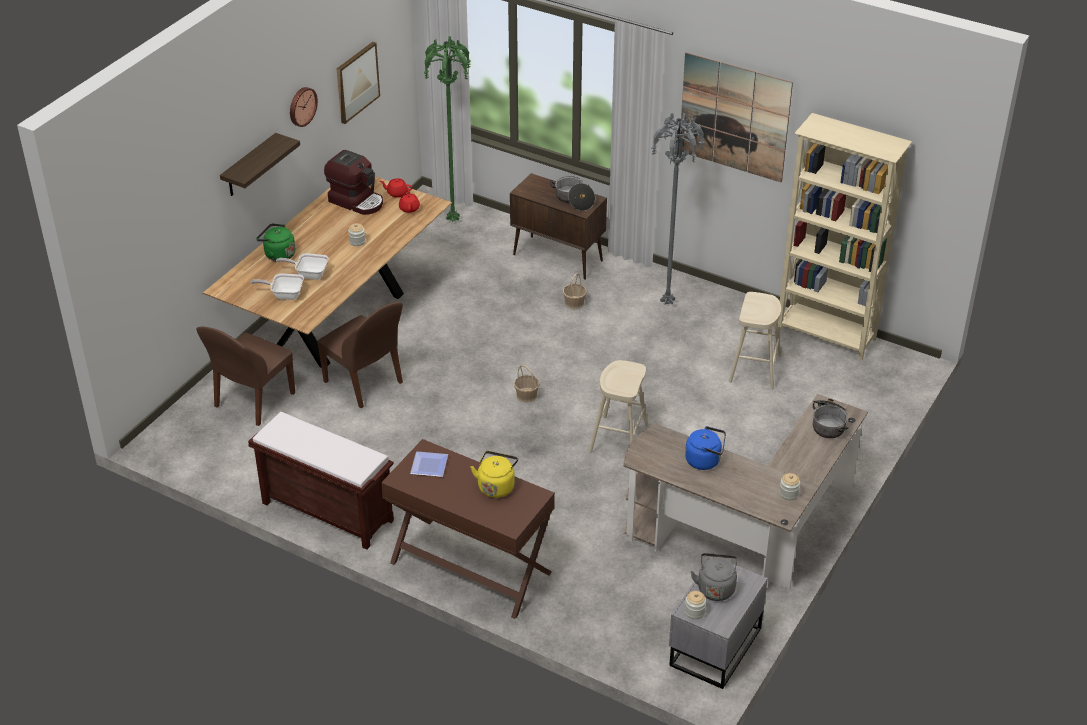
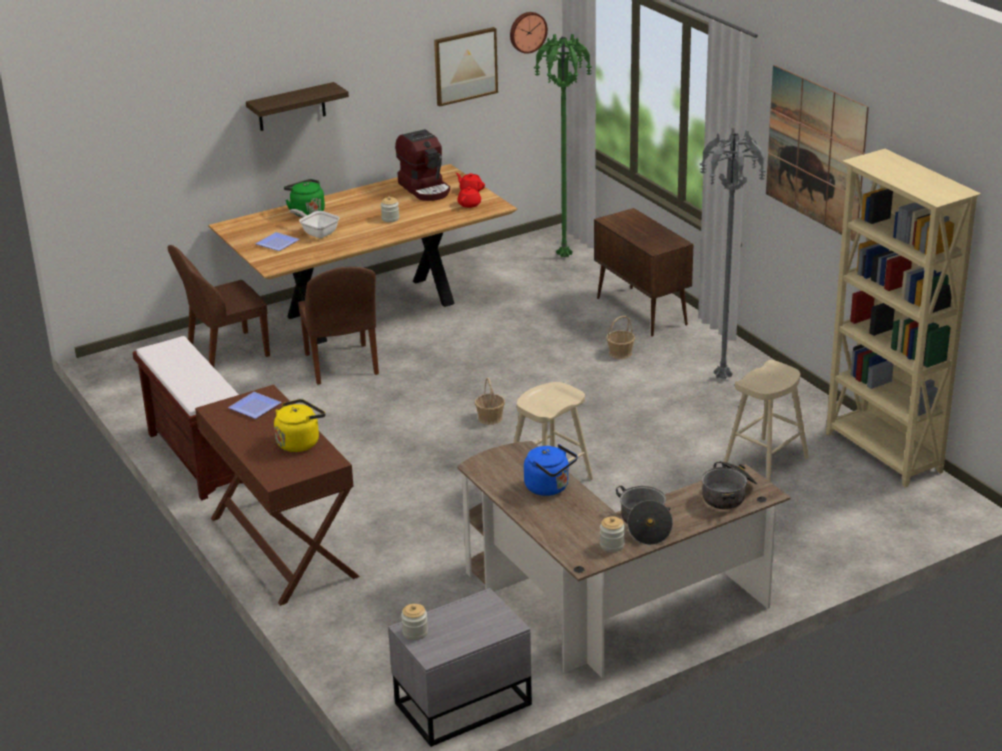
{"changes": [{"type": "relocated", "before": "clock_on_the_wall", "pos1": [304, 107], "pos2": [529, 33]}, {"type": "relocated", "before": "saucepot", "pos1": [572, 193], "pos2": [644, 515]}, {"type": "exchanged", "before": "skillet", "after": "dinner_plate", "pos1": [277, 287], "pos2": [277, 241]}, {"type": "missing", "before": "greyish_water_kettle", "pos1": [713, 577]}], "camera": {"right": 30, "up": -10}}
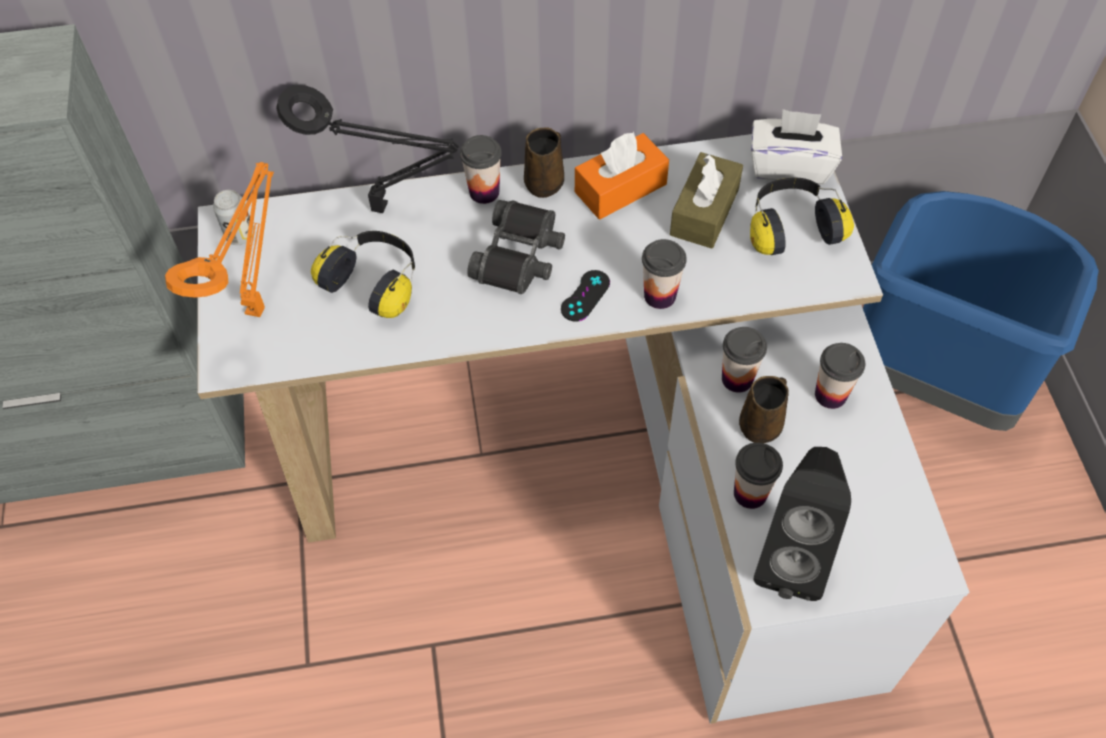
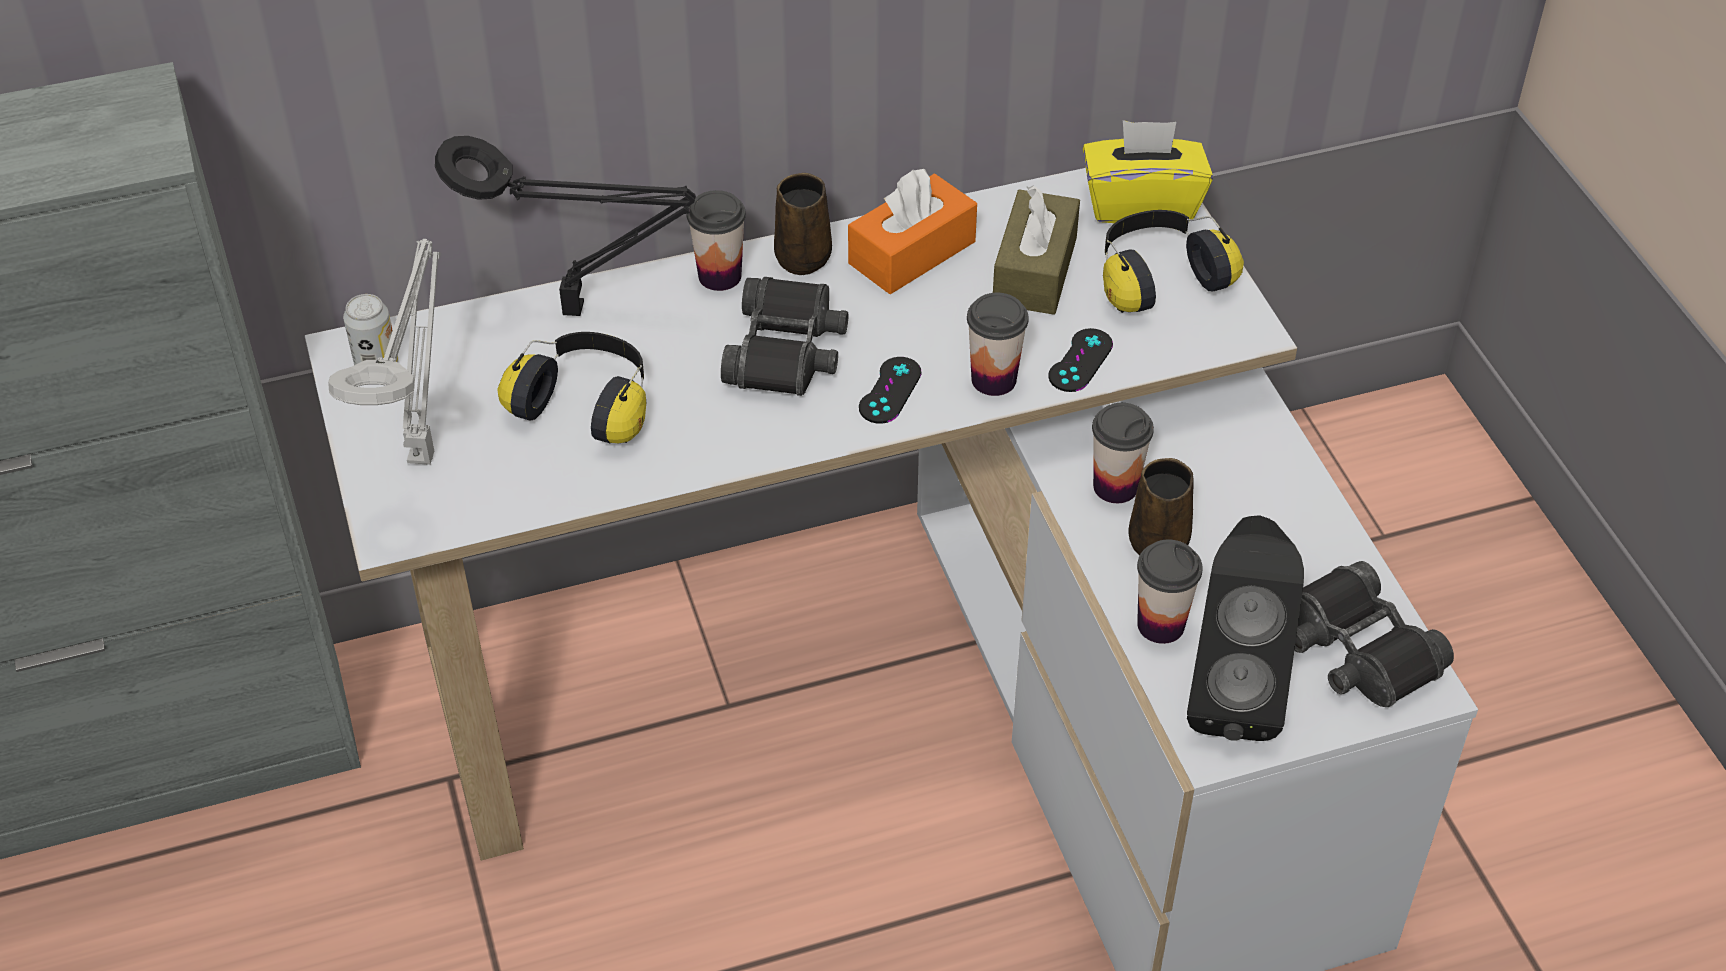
{"changes": [{"type": "colour", "before": "white_box_of_tissues", "after": "yellow_box_of_tissues", "pos1": [796, 146], "pos2": [1148, 171]}, {"type": "colour", "before": "orange-coloured_tabletop_lamp", "after": "greyish_tabletop_lamp", "pos1": [219, 239], "pos2": [384, 352]}, {"type": "missing", "before": "bluish_waste_bin", "pos1": [981, 311]}, {"type": "missing", "before": "cup", "pos1": [840, 376]}, {"type": "appeared", "after": "black-coloured_joypad", "pos2": [1081, 360]}, {"type": "appeared", "after": "black-coloured_field_glasses", "pos2": [1374, 634]}], "camera": {"right": -10, "up": -10}}
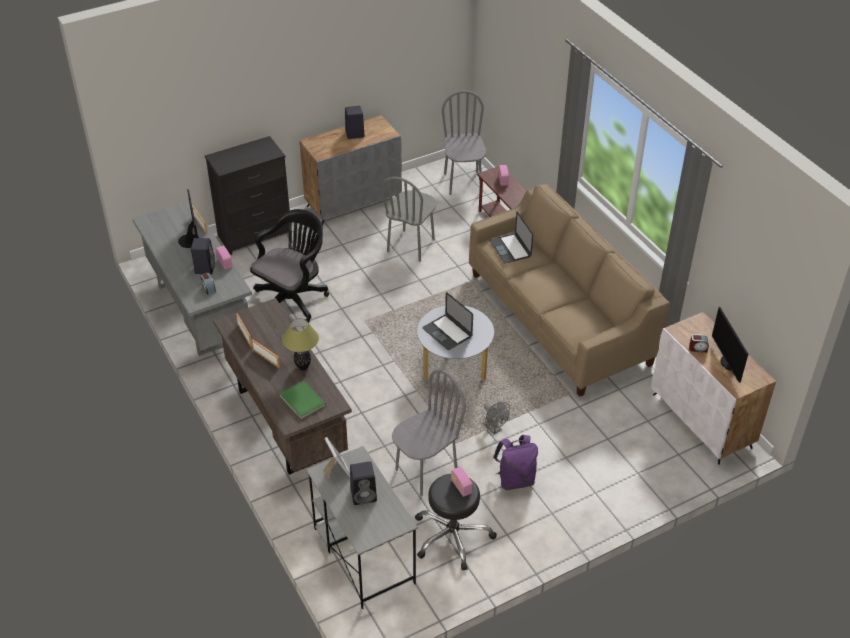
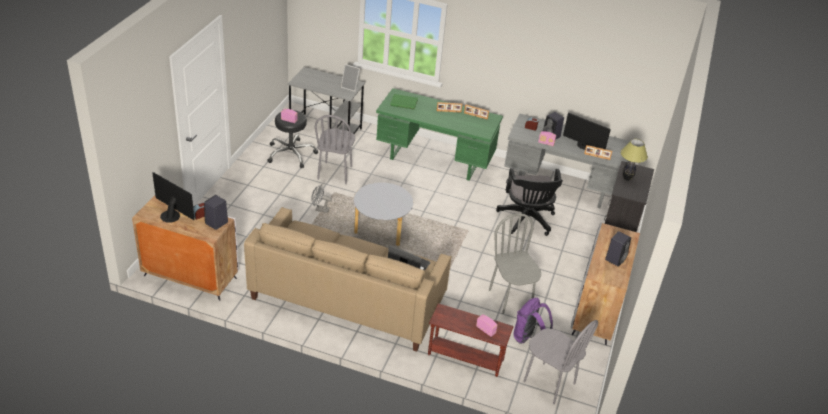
{"changes": [{"type": "missing", "before": "laptop", "pos1": [447, 321]}, {"type": "colour", "before": "brown-coloured_desk_table", "after": "green_desk_table", "pos1": [282, 386], "pos2": [439, 134]}, {"type": "relocated", "before": "tabletop_lamp", "pos1": [300, 344], "pos2": [634, 160]}, {"type": "relocated", "before": "purplish_rucksack", "pos1": [515, 462], "pos2": [533, 321]}, {"type": "relocated", "before": "black-coloured_speaker", "pos1": [363, 483], "pos2": [216, 212]}], "camera": {"right": 135, "up": -5}}
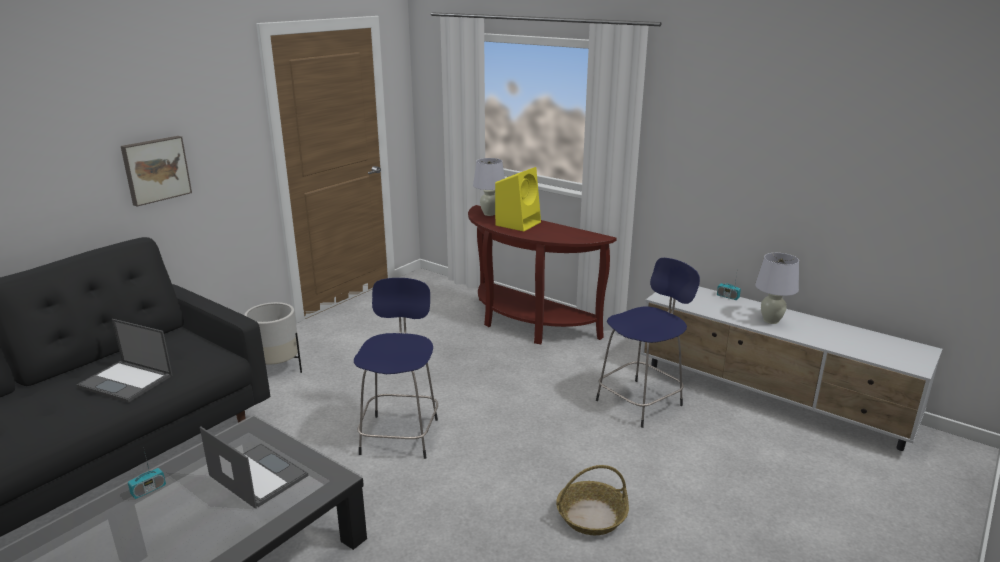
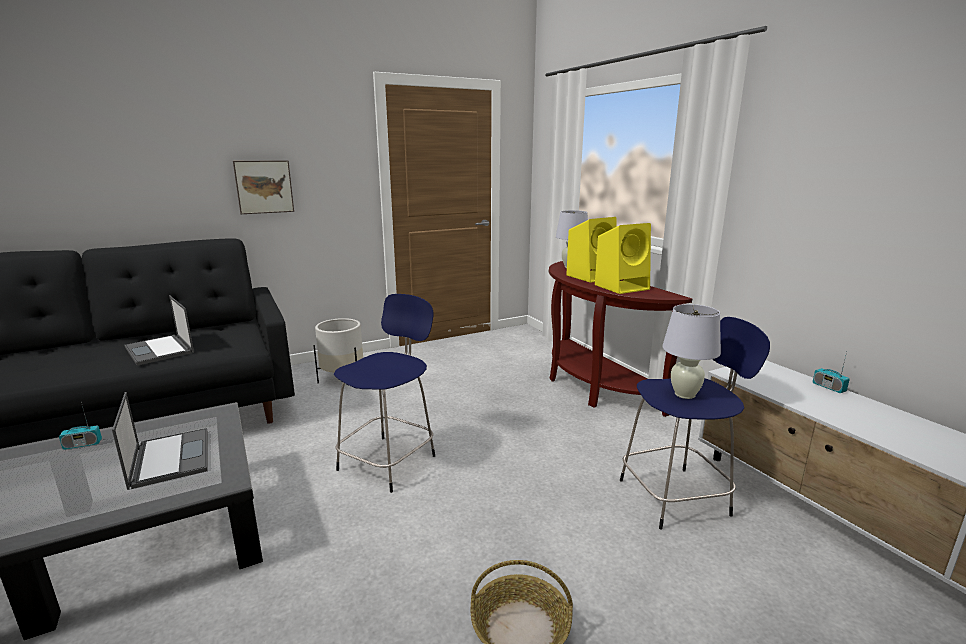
{"changes": [{"type": "relocated", "before": "white_tabletop_lamp", "pos1": [777, 288], "pos2": [691, 351]}, {"type": "appeared", "after": "yellow_speaker", "pos2": [623, 258]}], "camera": {"right": 25, "up": -5}}
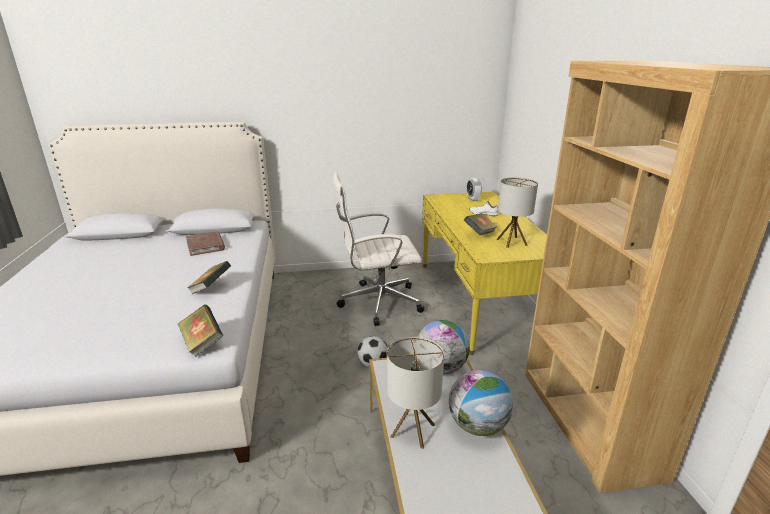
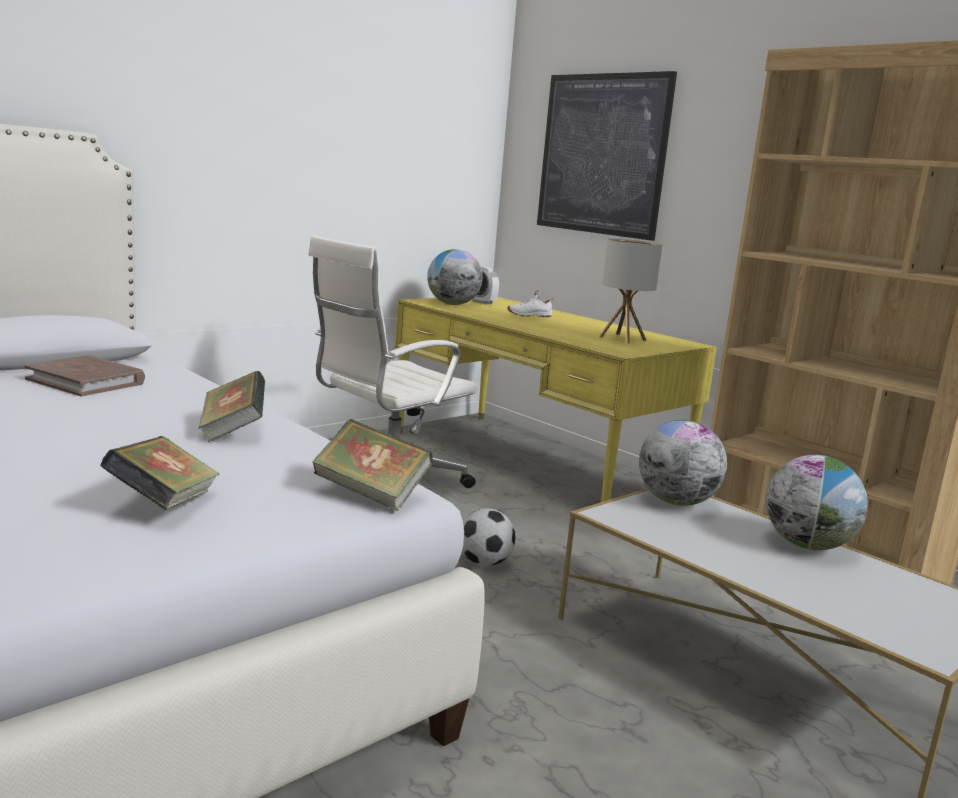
{"changes": [{"type": "relocated", "before": "bound_book", "pos1": [480, 224], "pos2": [159, 473]}, {"type": "missing", "before": "tabletop_lamp", "pos1": [415, 393]}, {"type": "appeared", "after": "picture", "pos2": [607, 156]}, {"type": "appeared", "after": "world_globe", "pos2": [455, 277]}], "camera": {"right": -35, "up": -10}}
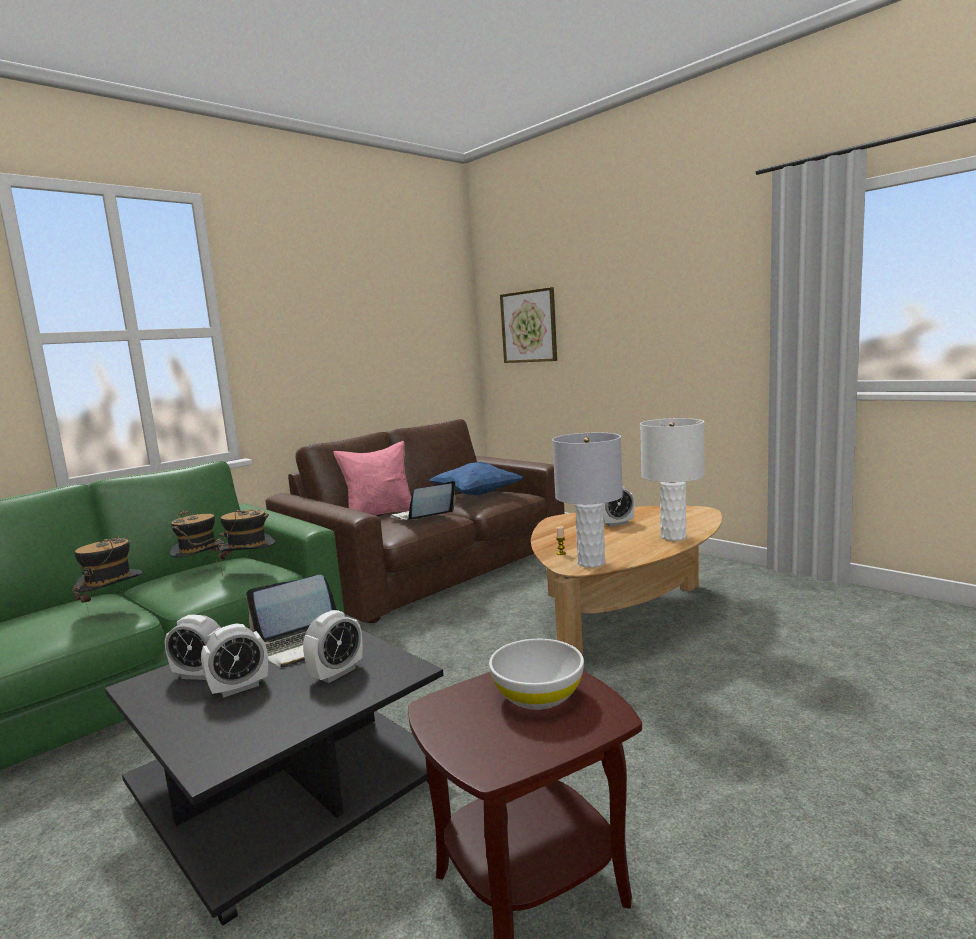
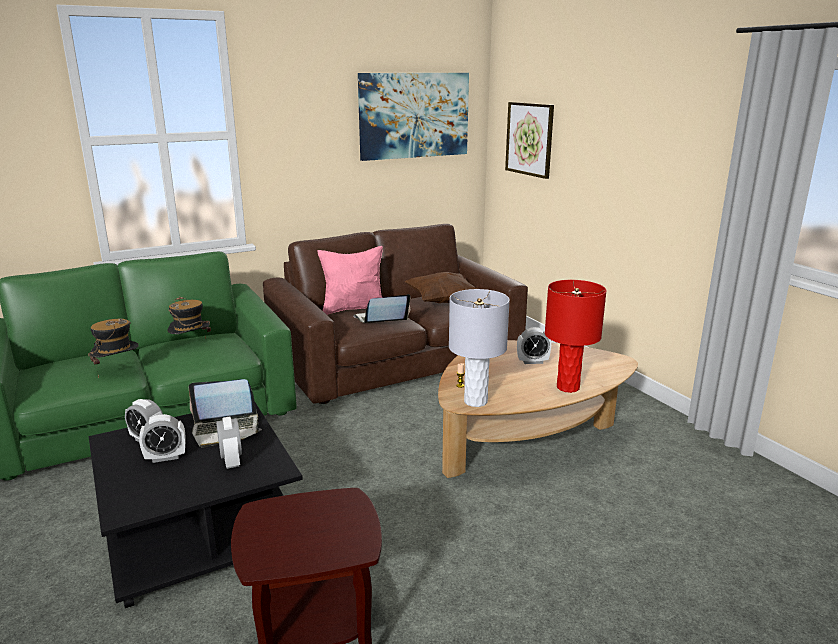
{"changes": [{"type": "colour", "before": "white_tabletop_lamp", "after": "red-coloured_tabletop_lamp", "pos1": [672, 479], "pos2": [576, 336]}, {"type": "colour", "before": "bluish_pillow", "after": "brown-coloured_pillow", "pos1": [476, 478], "pos2": [441, 287]}, {"type": "missing", "before": "wearable_hat", "pos1": [246, 543]}, {"type": "spun", "before": "table_clock", "pos1": [333, 646], "pos2": [229, 442], "turn": -75}, {"type": "missing", "before": "white_deep_dish", "pos1": [536, 674]}, {"type": "appeared", "after": "picture", "pos2": [413, 117]}], "camera": {"right": 15, "up": 10}}
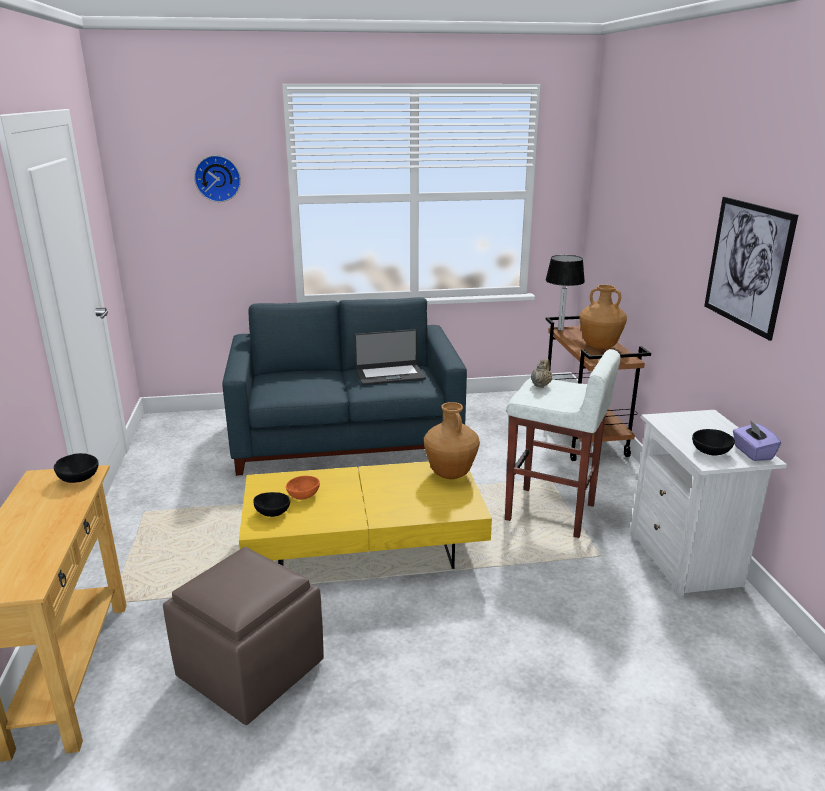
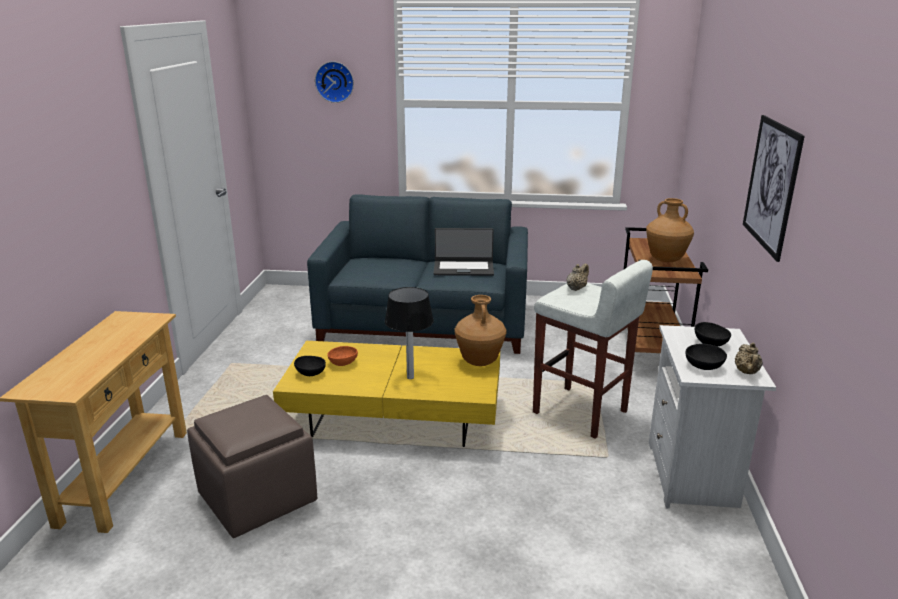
{"changes": [{"type": "relocated", "before": "tabletop_lamp", "pos1": [565, 293], "pos2": [409, 333]}, {"type": "exchanged", "before": "purplish_box_of_tissues", "after": "sand-coloured_teapot", "pos1": [757, 440], "pos2": [749, 358]}, {"type": "relocated", "before": "black-coloured_deep_dish", "pos1": [76, 468], "pos2": [713, 334]}], "camera": {"right": 15, "up": 0}}
